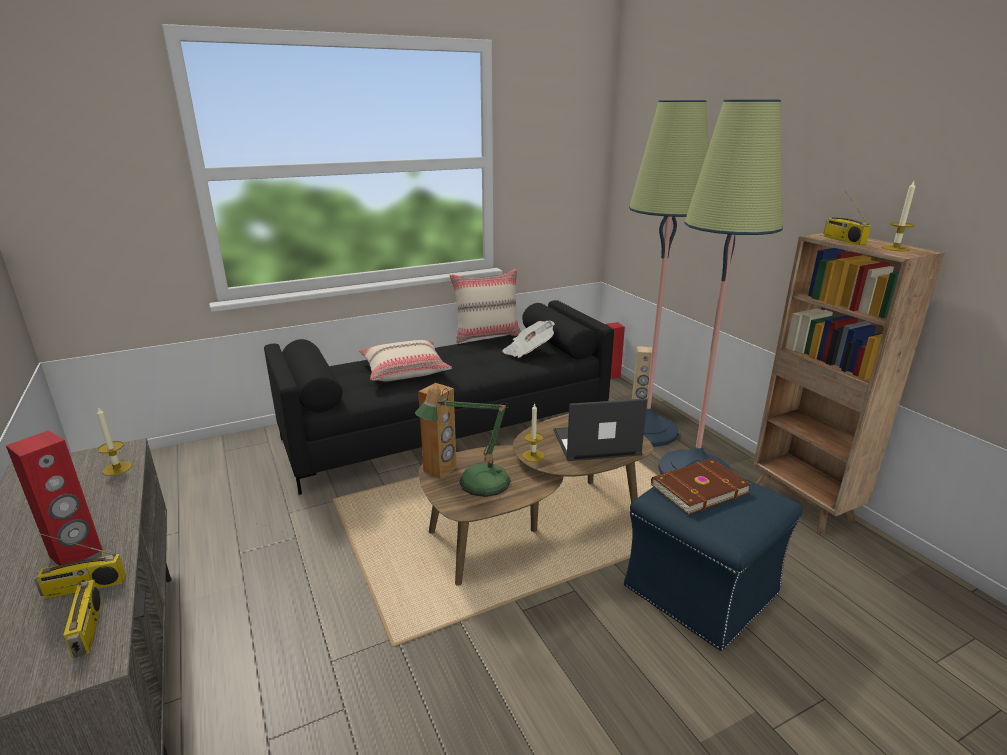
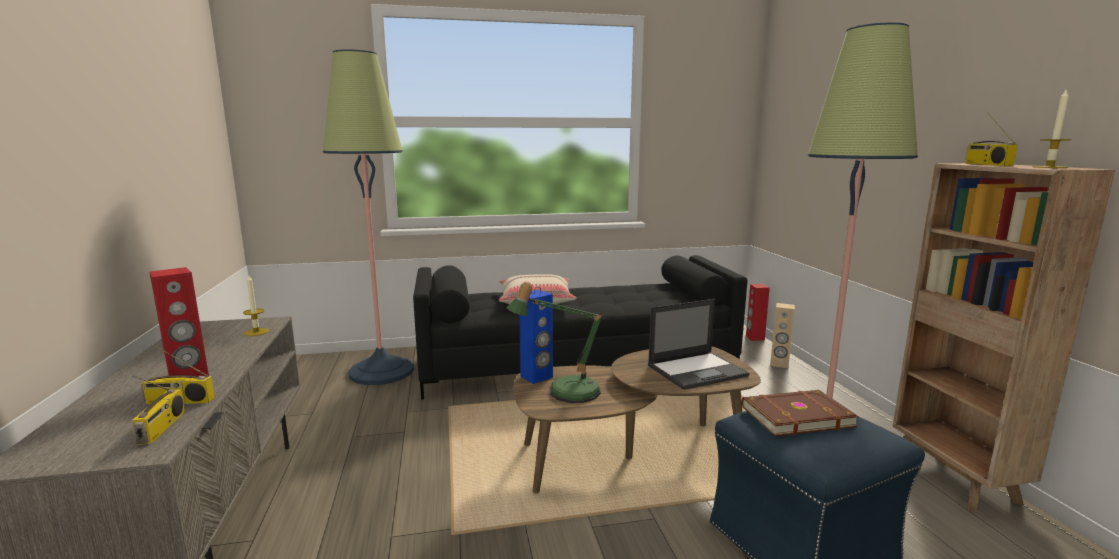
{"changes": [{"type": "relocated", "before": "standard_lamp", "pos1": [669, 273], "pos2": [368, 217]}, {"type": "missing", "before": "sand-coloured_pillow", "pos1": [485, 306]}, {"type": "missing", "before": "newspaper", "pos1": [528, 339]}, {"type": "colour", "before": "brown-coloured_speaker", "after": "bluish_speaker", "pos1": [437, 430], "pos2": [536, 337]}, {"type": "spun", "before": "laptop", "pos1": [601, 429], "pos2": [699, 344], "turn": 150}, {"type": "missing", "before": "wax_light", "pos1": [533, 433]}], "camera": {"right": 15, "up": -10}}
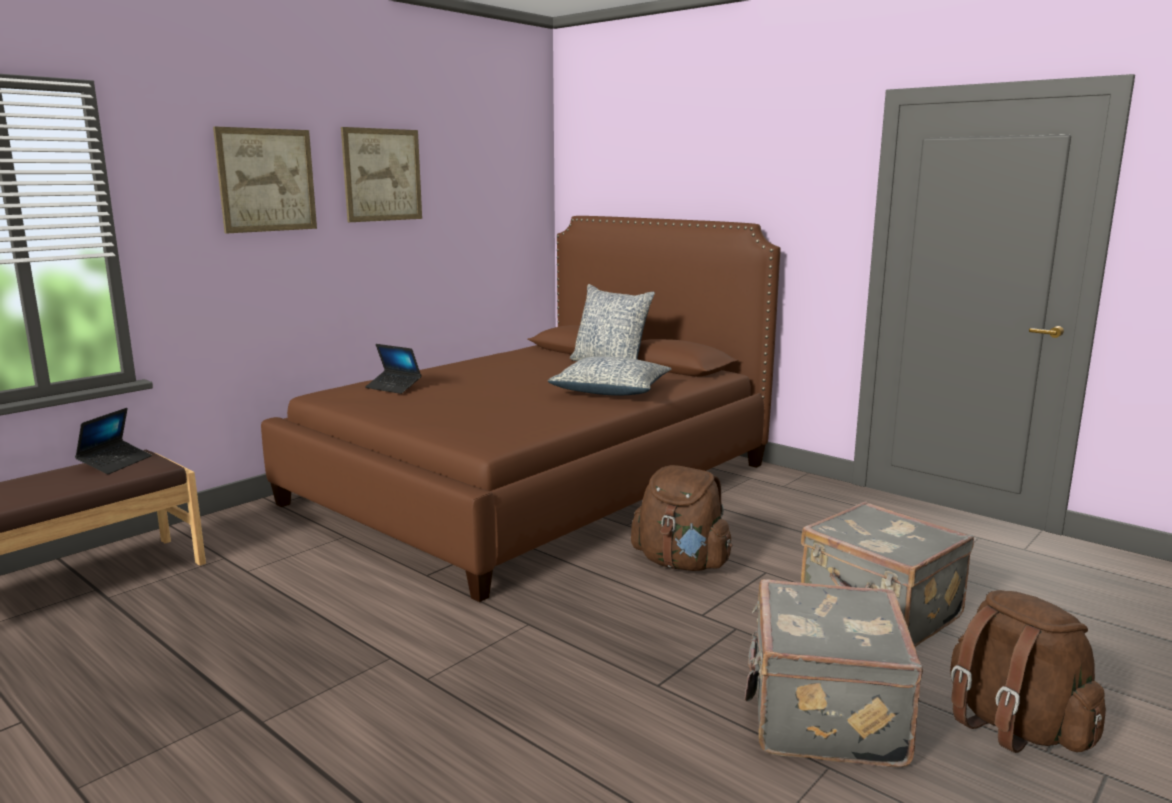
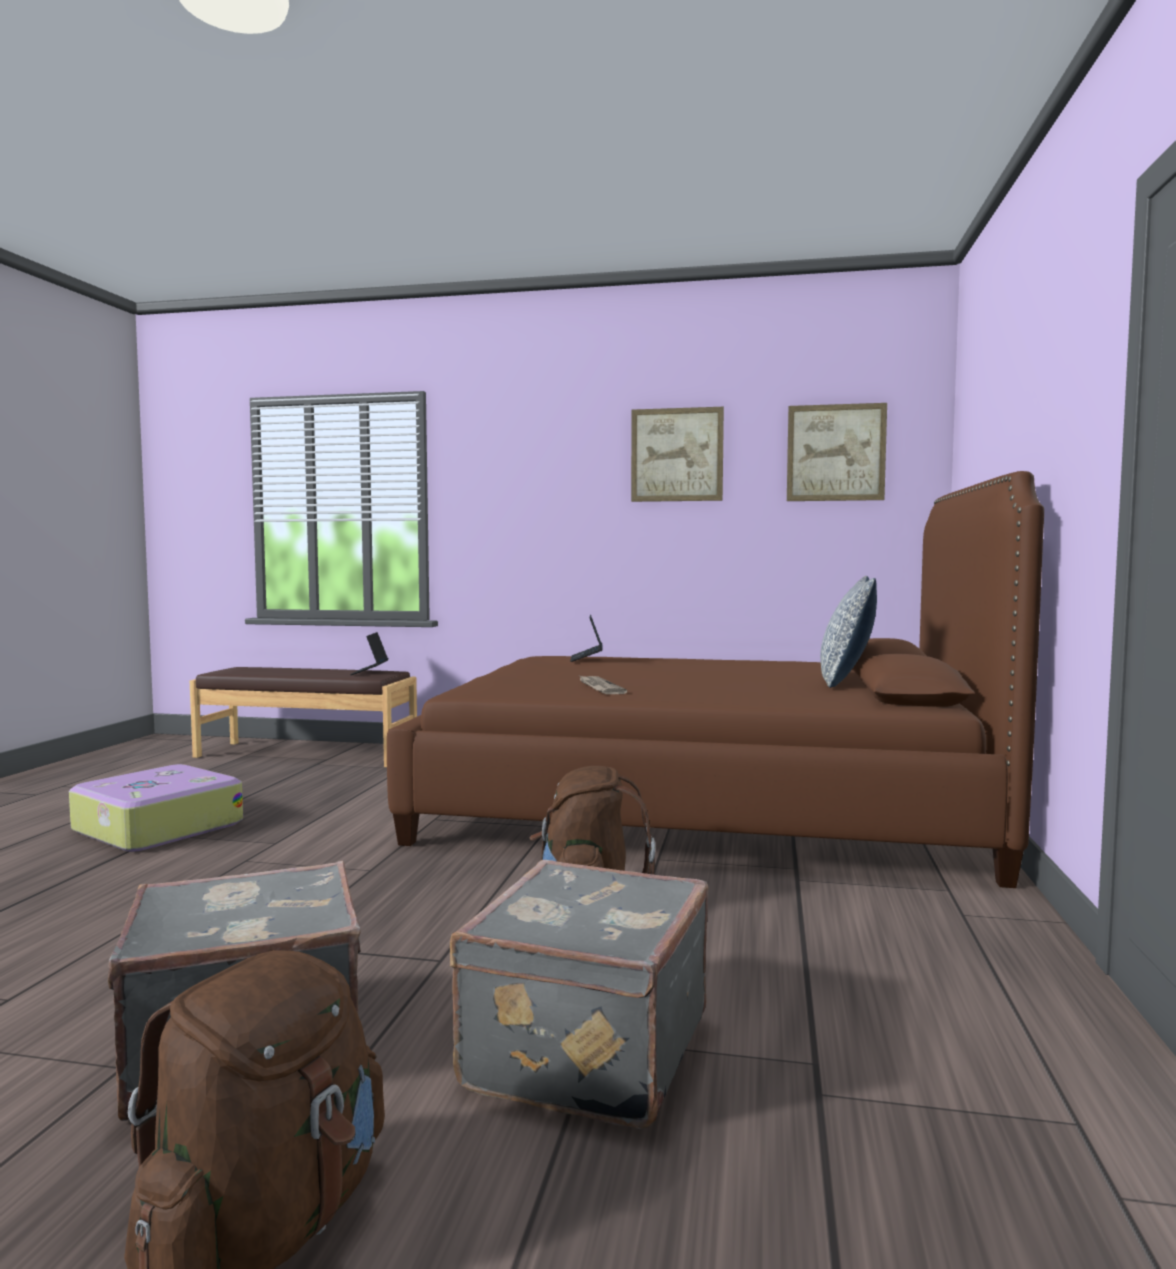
{"changes": [{"type": "relocated", "before": "picture", "pos1": [265, 180], "pos2": [837, 452]}, {"type": "missing", "before": "pillow", "pos1": [609, 376]}, {"type": "spun", "before": "laptop", "pos1": [113, 441], "pos2": [369, 653], "turn": 105}, {"type": "appeared", "after": "newspaper", "pos2": [603, 684]}, {"type": "appeared", "after": "piece_of_luggage", "pos2": [156, 808]}], "camera": {"right": 60, "up": -10}}
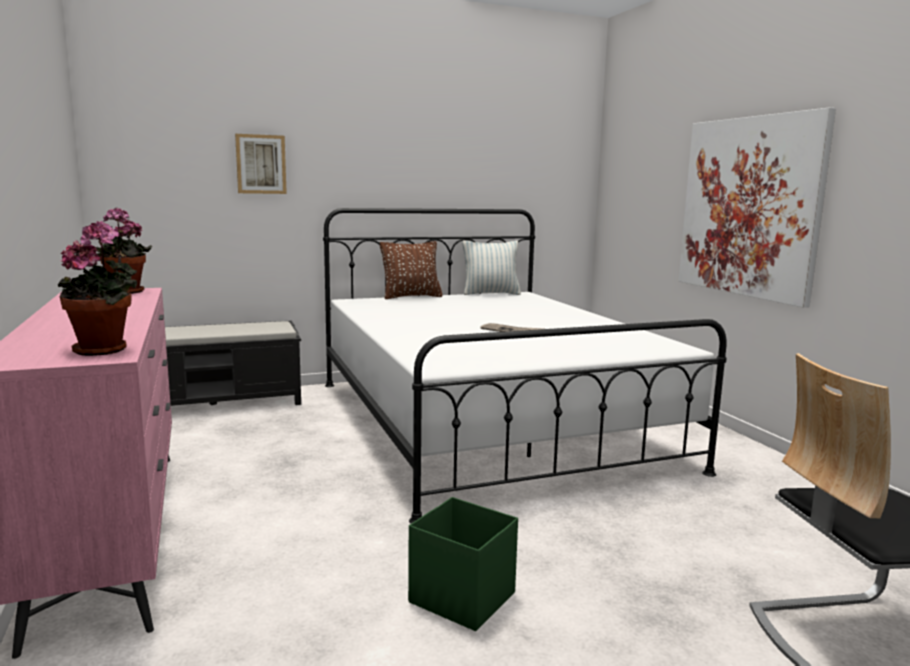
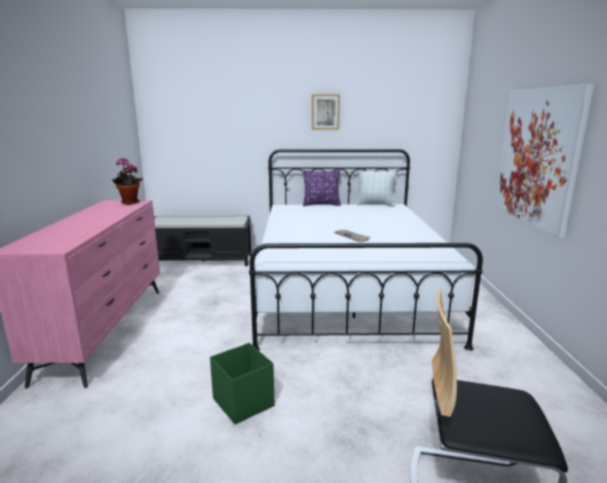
{"changes": [{"type": "relocated", "before": "picture", "pos1": [261, 164], "pos2": [326, 112]}, {"type": "missing", "before": "plant_in_a_pot", "pos1": [97, 288]}, {"type": "colour", "before": "brown-coloured_pillow", "after": "purplish_pillow", "pos1": [411, 270], "pos2": [322, 188]}], "camera": {"right": 20, "up": 5}}
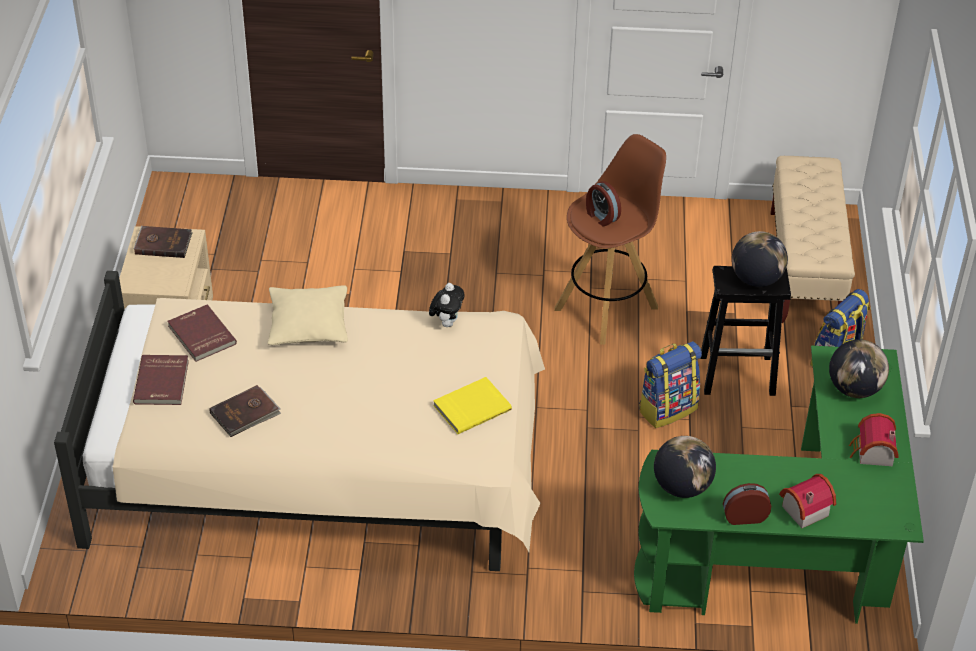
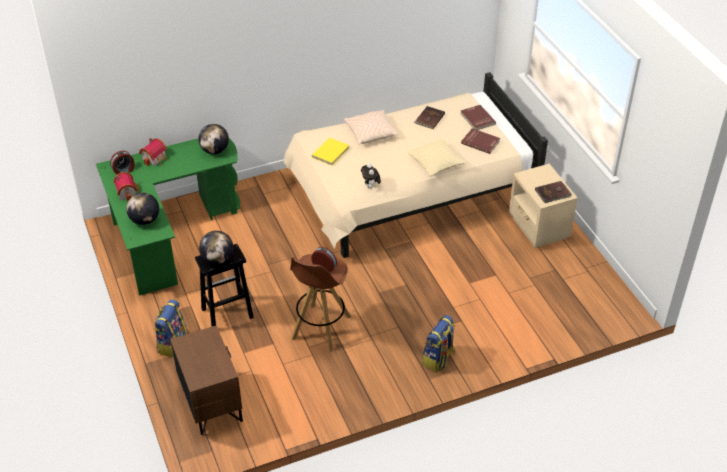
{"changes": [{"type": "exchanged", "before": "sand-coloured_bench", "after": "brown-coloured_bedside_table", "pos1": [812, 239], "pos2": [206, 380]}, {"type": "relocated", "before": "rucksack", "pos1": [670, 384], "pos2": [438, 343]}, {"type": "relocated", "before": "table_clock", "pos1": [747, 504], "pos2": [122, 163]}, {"type": "appeared", "after": "sand-coloured_pillow", "pos2": [371, 127]}], "camera": {"right": 155, "up": 0}}
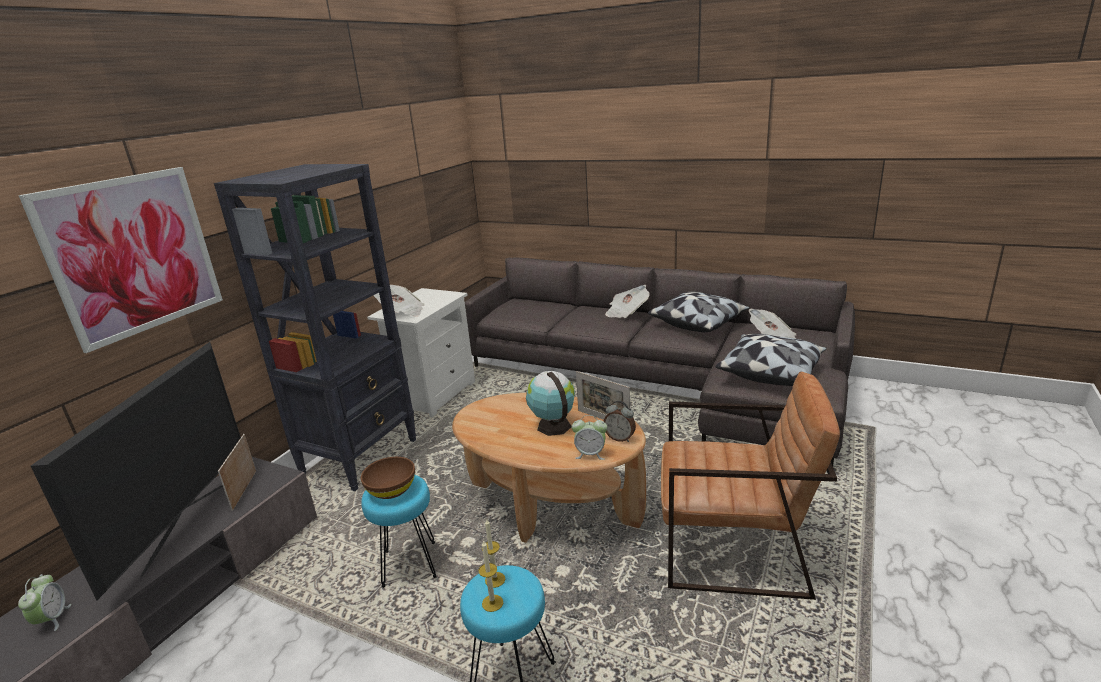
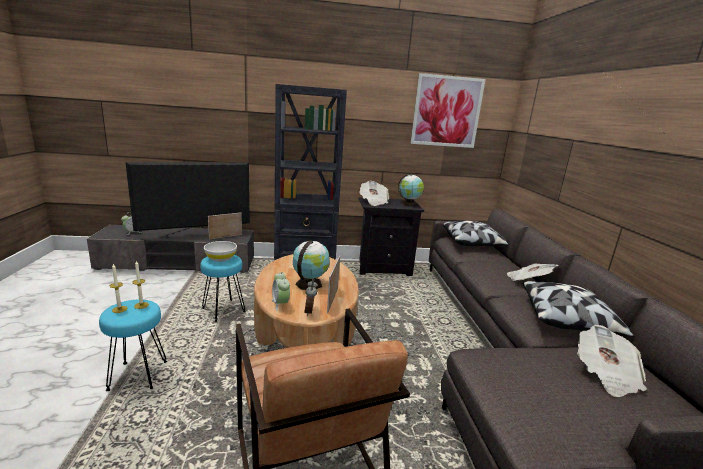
{"changes": [{"type": "relocated", "before": "picture", "pos1": [121, 260], "pos2": [448, 110]}, {"type": "colour", "before": "white_bedside_table", "after": "black-coloured_bedside_table", "pos1": [421, 352], "pos2": [391, 236]}, {"type": "relocated", "before": "pillow", "pos1": [771, 360], "pos2": [475, 233]}, {"type": "colour", "before": "brown-coloured_deep_dish", "after": "white_deep_dish", "pos1": [388, 478], "pos2": [220, 251]}, {"type": "appeared", "after": "world_globe", "pos2": [411, 190]}], "camera": {"right": 55, "up": -5}}
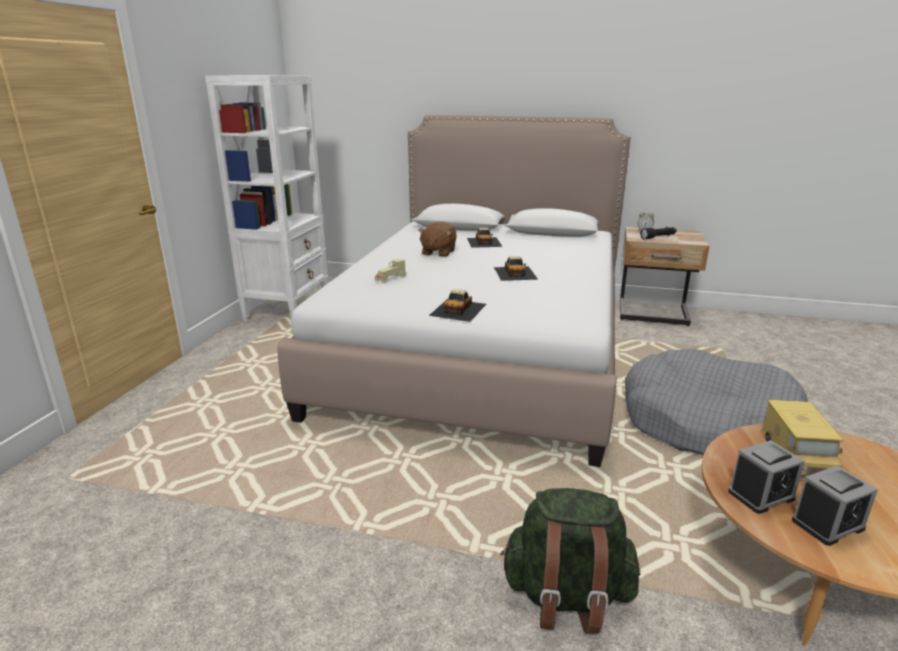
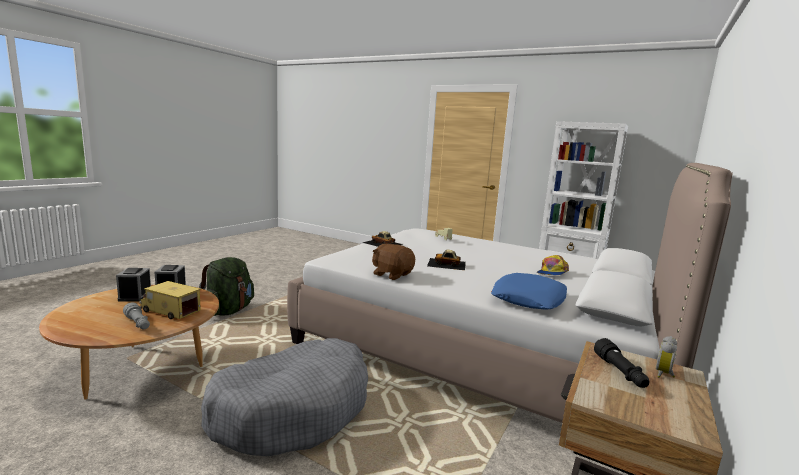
{"changes": [{"type": "relocated", "before": "brown-coloured_soft_toy", "pos1": [437, 239], "pos2": [393, 262]}, {"type": "exchanged", "before": "model_car", "after": "cap", "pos1": [485, 238], "pos2": [553, 265]}, {"type": "appeared", "after": "bluish_pillow", "pos2": [529, 291]}, {"type": "appeared", "after": "greyish_flashlight", "pos2": [136, 315]}], "camera": {"right": 105, "up": -10}}
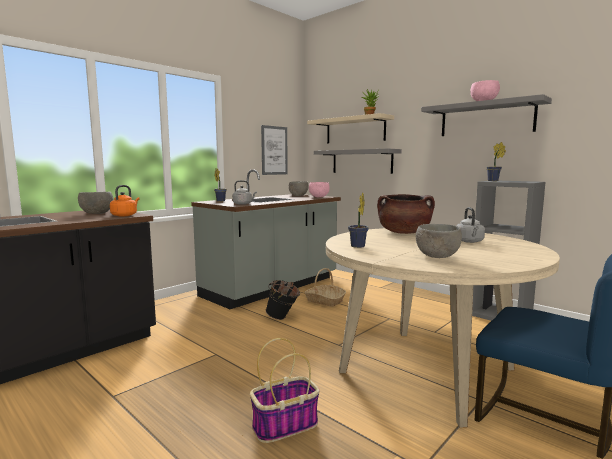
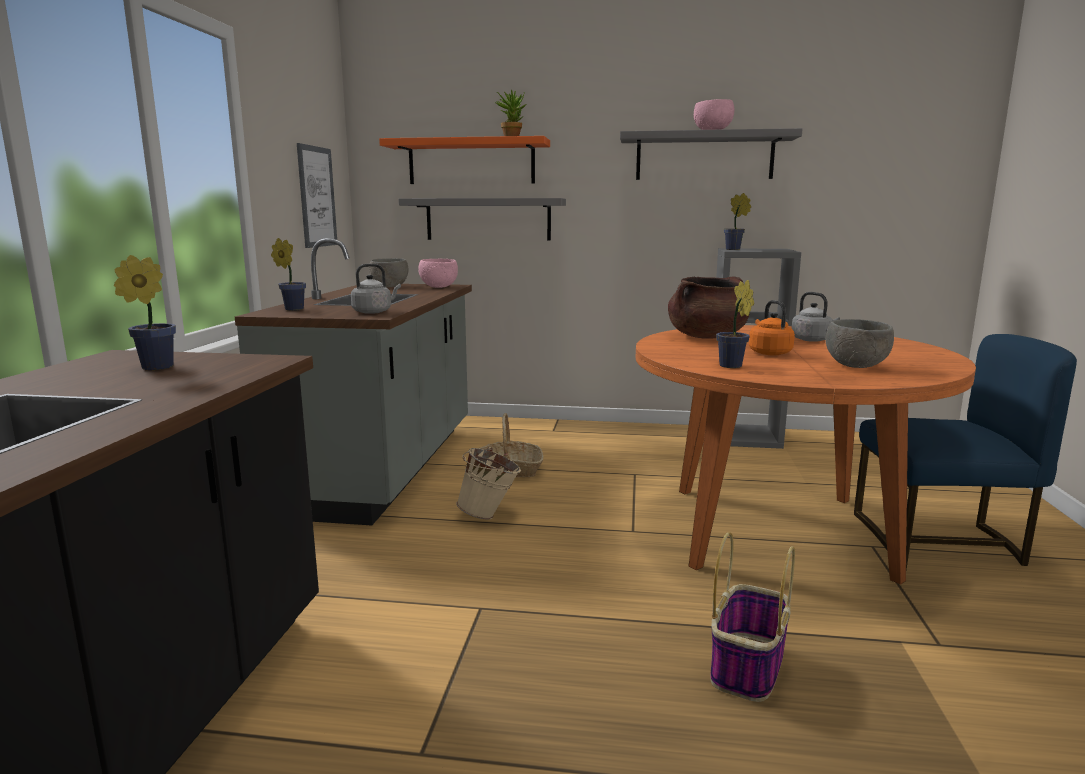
{"changes": [{"type": "colour", "before": "sand-coloured_wall_shelf", "after": "orange-coloured_wall_shelf", "pos1": [350, 128], "pos2": [464, 160]}, {"type": "relocated", "before": "orange-coloured_water_kettle", "pos1": [125, 200], "pos2": [772, 327]}, {"type": "exchanged", "before": "greyish_deep_dish", "after": "plant_in_a_pot", "pos1": [96, 203], "pos2": [145, 312]}, {"type": "colour", "before": "sand-coloured_kitchen_table", "after": "orange-coloured_kitchen_table", "pos1": [443, 327], "pos2": [806, 455]}, {"type": "colour", "before": "black-coloured_water_bucket", "after": "sand-coloured_water_bucket", "pos1": [282, 300], "pos2": [488, 483]}], "camera": {"right": -35, "up": 5}}
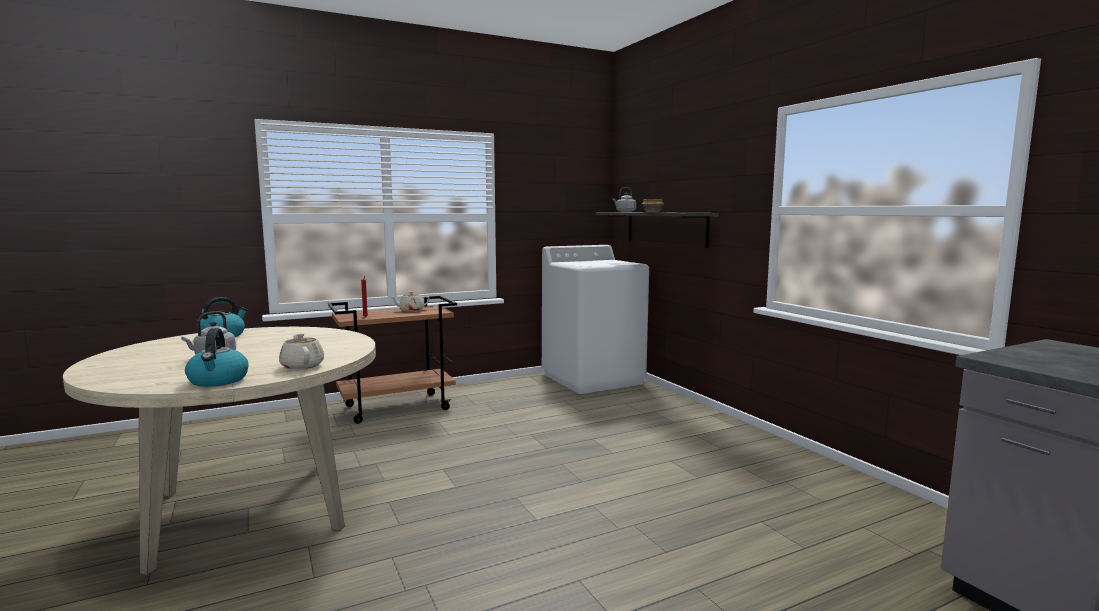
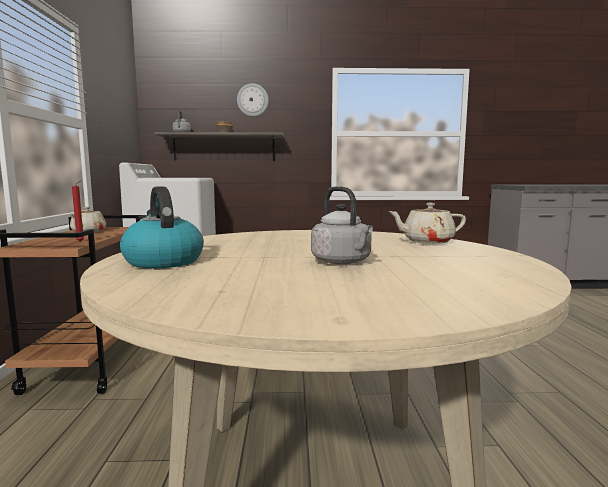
{"changes": [{"type": "missing", "before": "water_kettle", "pos1": [217, 357]}, {"type": "appeared", "after": "clock_on_the_wall", "pos2": [253, 99]}], "camera": {"right": -65, "up": 0}}
